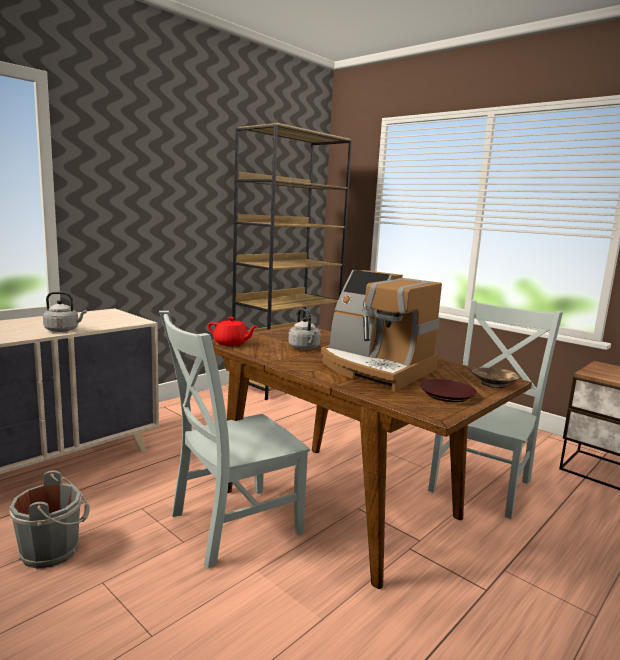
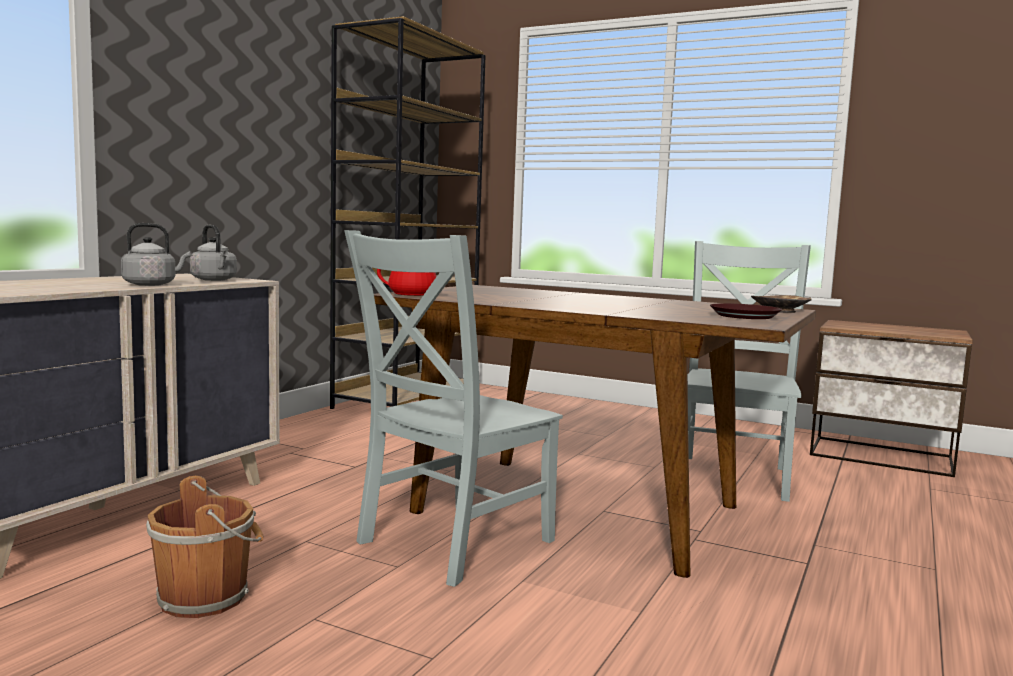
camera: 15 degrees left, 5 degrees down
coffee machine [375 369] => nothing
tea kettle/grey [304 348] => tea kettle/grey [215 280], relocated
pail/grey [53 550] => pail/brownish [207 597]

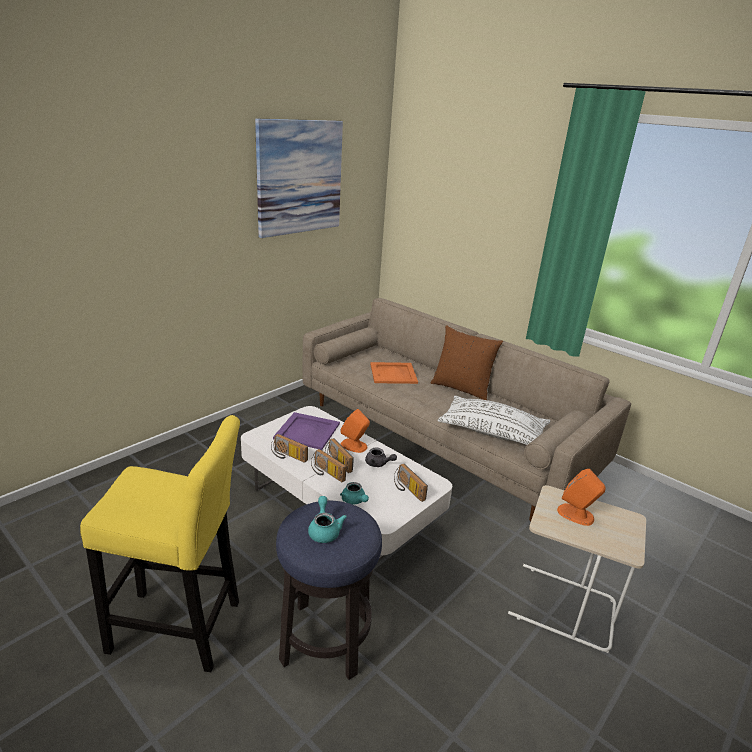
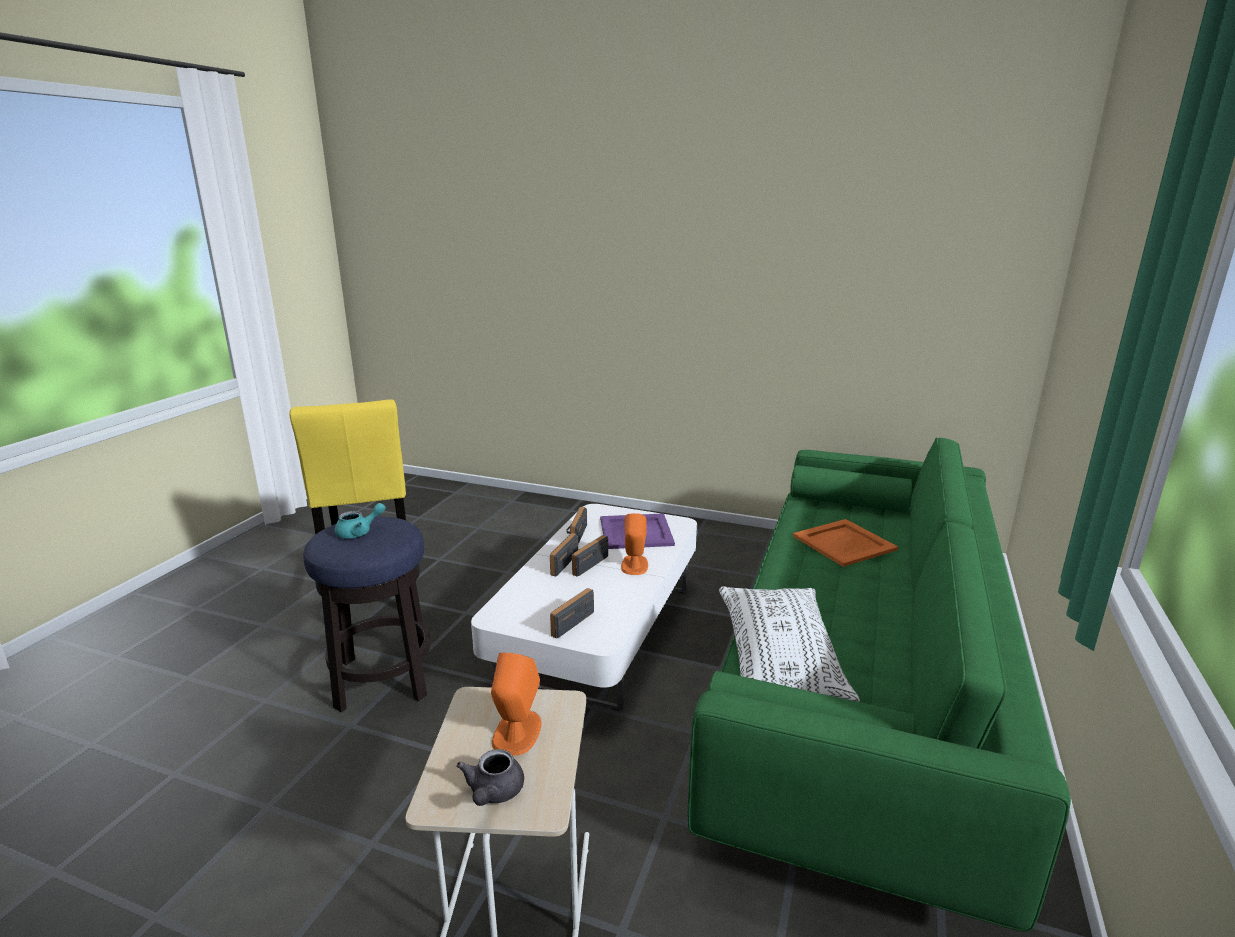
camera: 70 degrees right, 5 degrees down
wall picture [299 177] => nothing
couch/beige [443 435] => couch/green [860 681]
cushion/brownish [461 388] => nothing
tea pot/grey [378 464] => tea pot/grey [493 793], relocated
tea pot/blue-green [354 501] => nothing

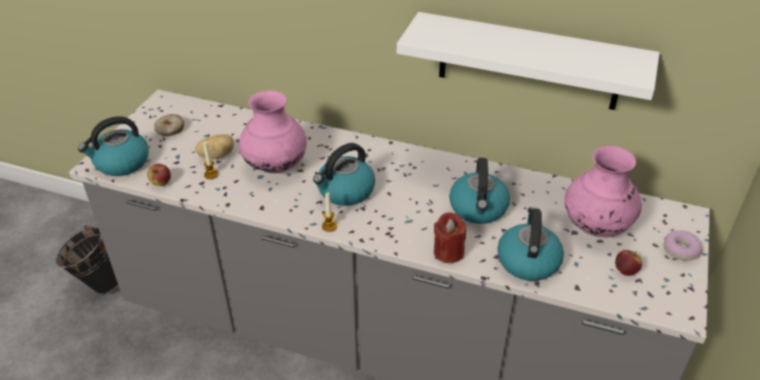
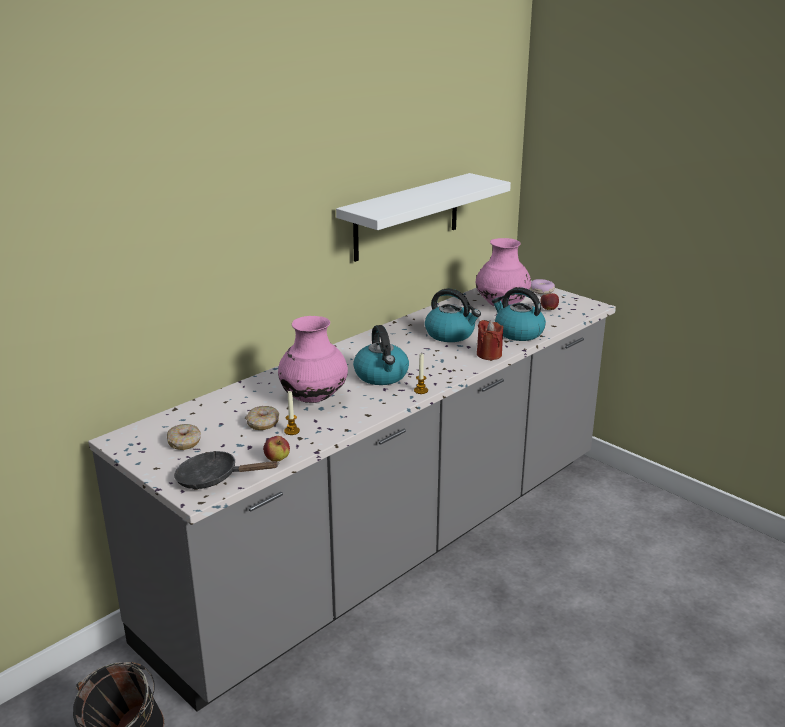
camera: 65 degrees left, 15 degrees down
tea kettle [121 163] => frying pan/black [213 479]
whole potato [217 155] => donut [263 423]

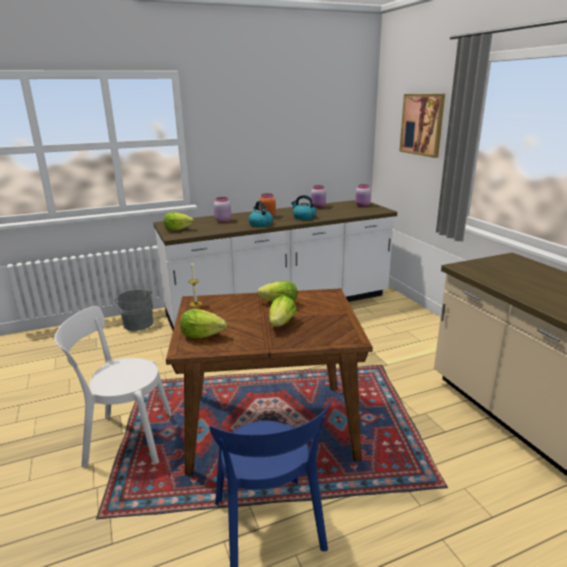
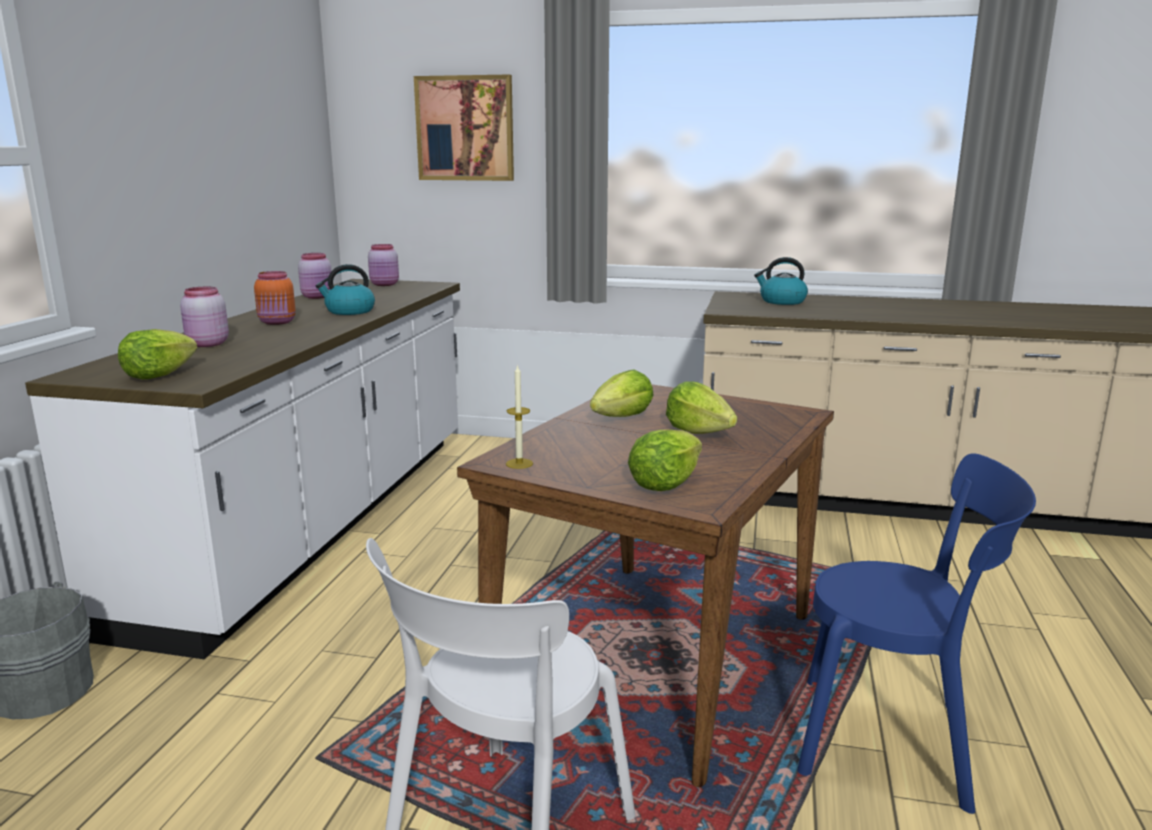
camera: 55 degrees left, 5 degrees down
tea kettle [260 224] => tea kettle [781 301], relocated

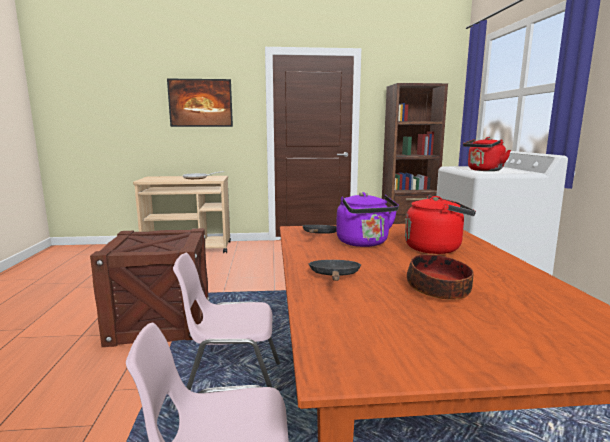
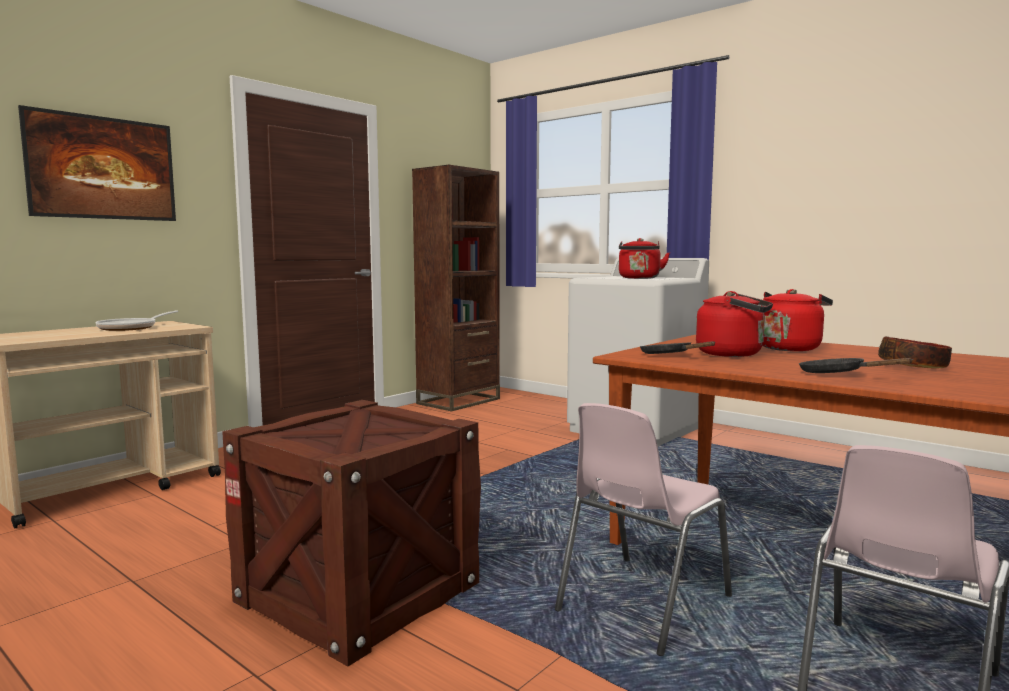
camera: 45 degrees left, 5 degrees down
tea kettle/purplish [364 243] => tea kettle/reddish [733 354]

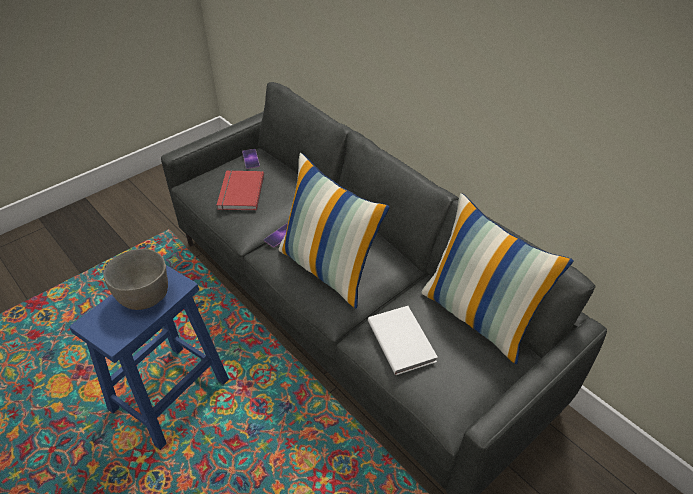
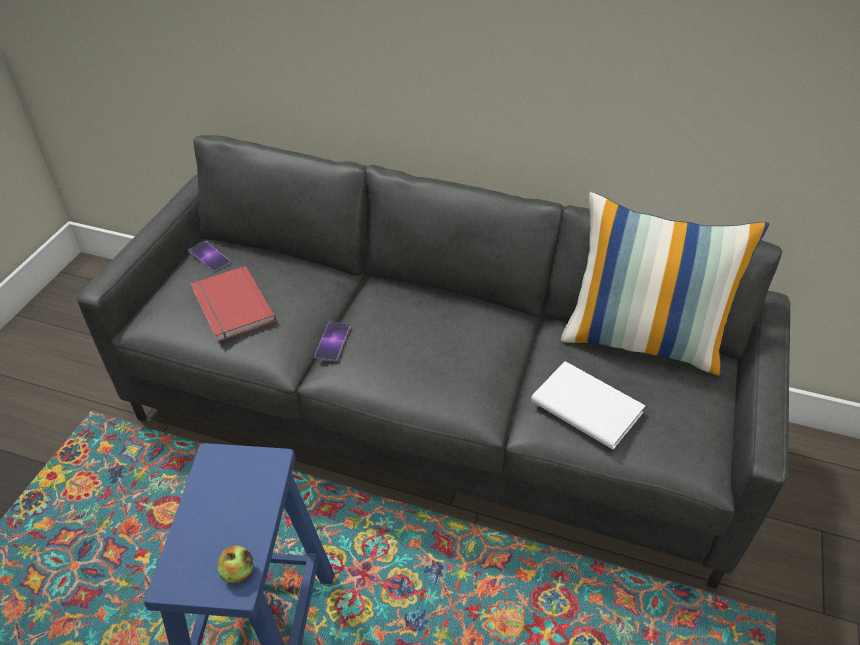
camera: 30 degrees left, 0 degrees up
cushion [329 268] => nothing
serving bowl/grey [144 295] => nothing
nothing => whole apple [238 572]

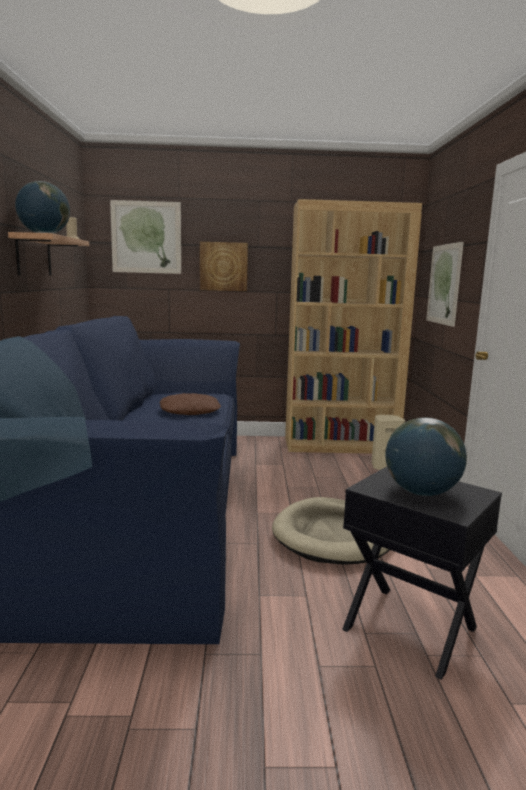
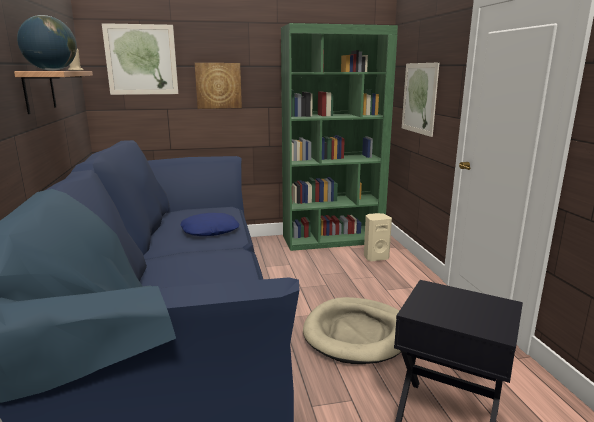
camera: 10 degrees left, 5 degrees up
bookcase/brownish [341 445] => bookcase/green [332 240]
cushion/brownish [190 411] => cushion/blue [210 230]
world globe [422 492] => nothing

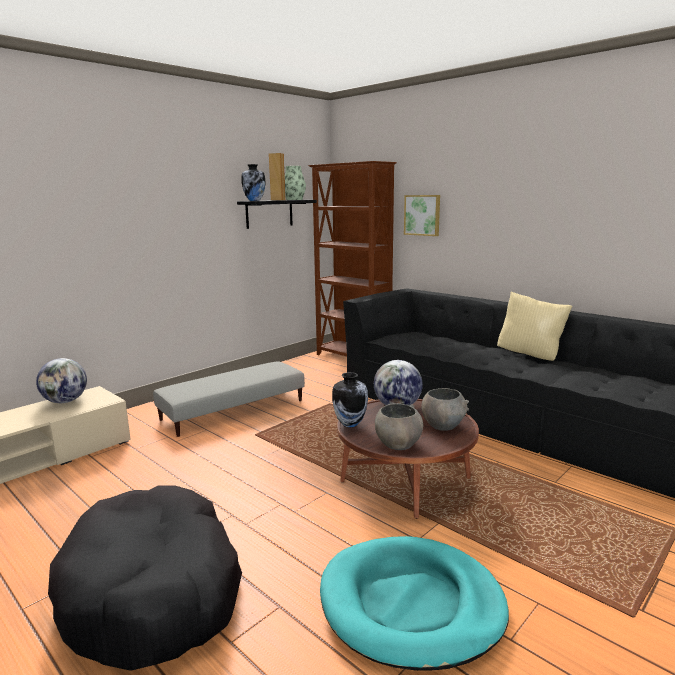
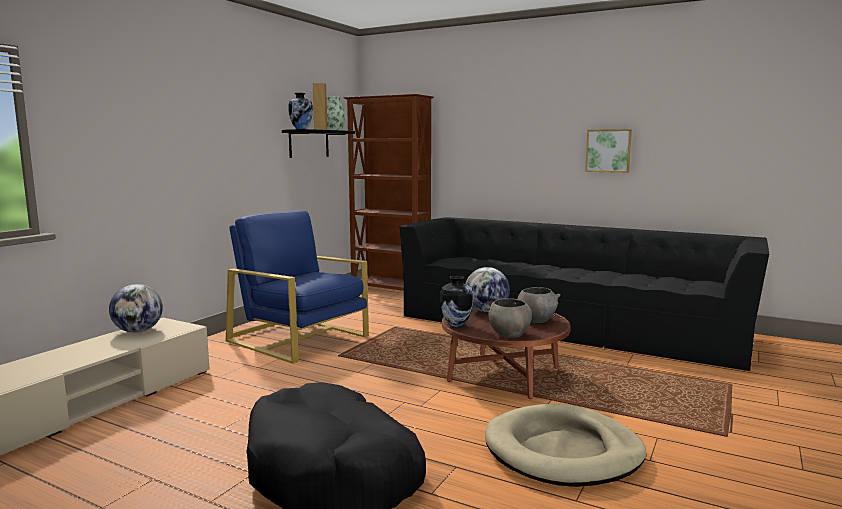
camera: 15 degrees left, 5 degrees down
wall picture [422 215] => wall picture [608 150], relocated
cushion/beige [530 355] => nothing
footrest/grey [233 409] => lounge chair/blue [299 338]
dog bed/blue-green [411 605] => dog bed/beige [563 451]

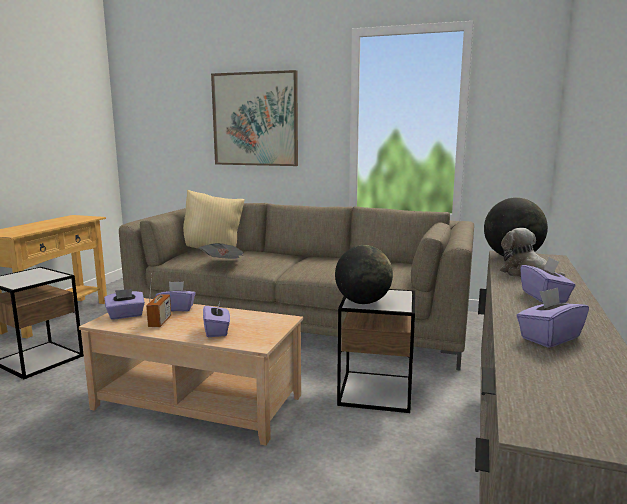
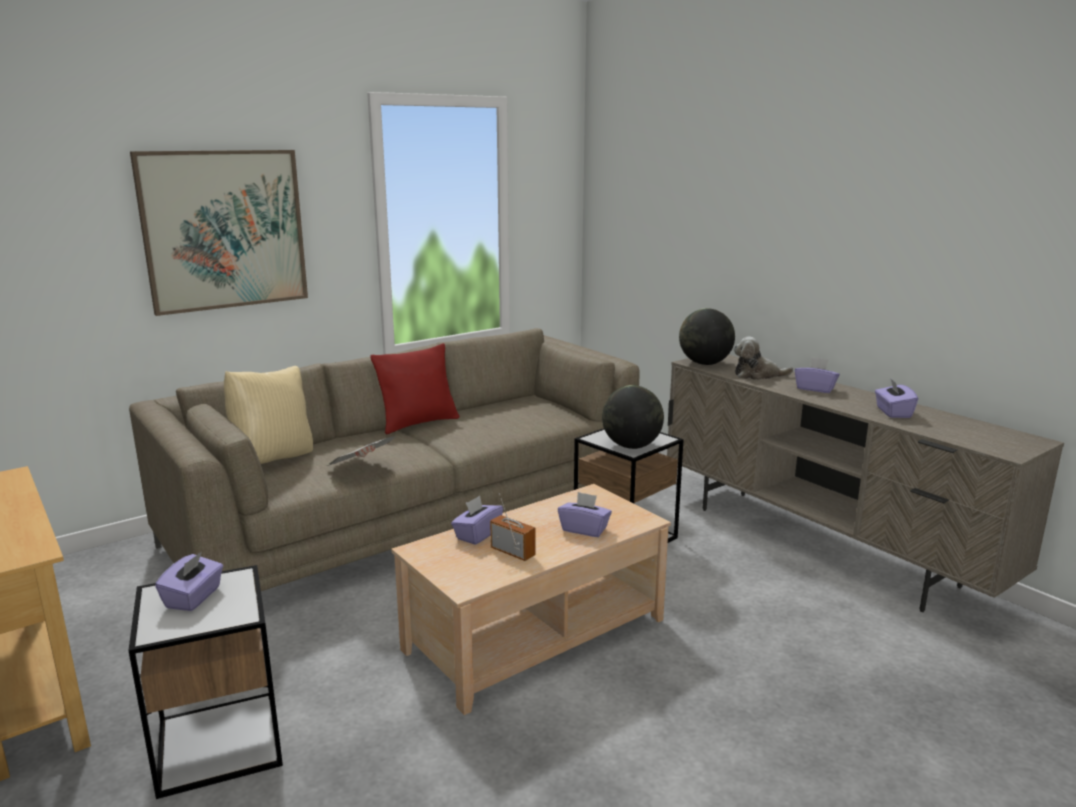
camera: 55 degrees left, 5 degrees up
tissue holder/purplish [126 315] => tissue holder/purplish [194 598], relocated
nothing => cushion/reddish [418 423]

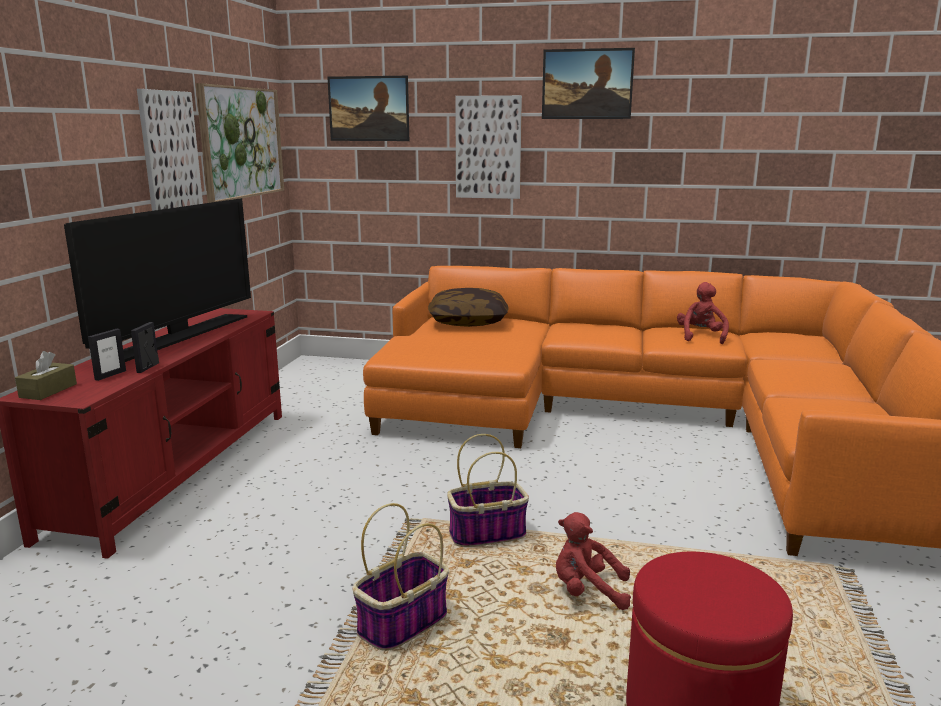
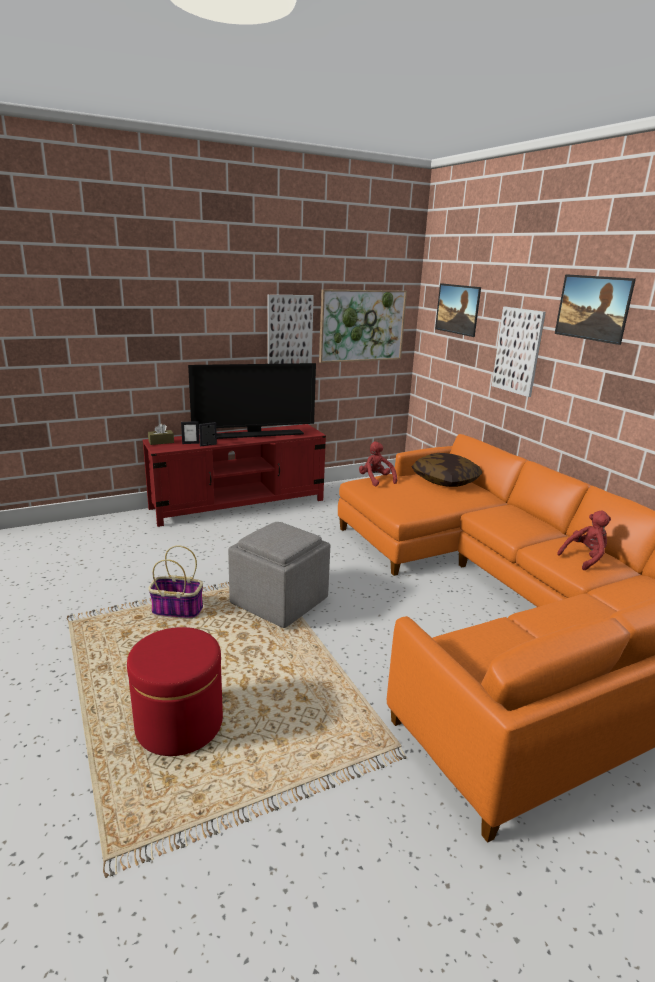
camera: 50 degrees right, 5 degrees up
basket [488 534] => footrest/grey [280 602]
soft toy/reddish [587 592] => soft toy/reddish [376 480], relocated

